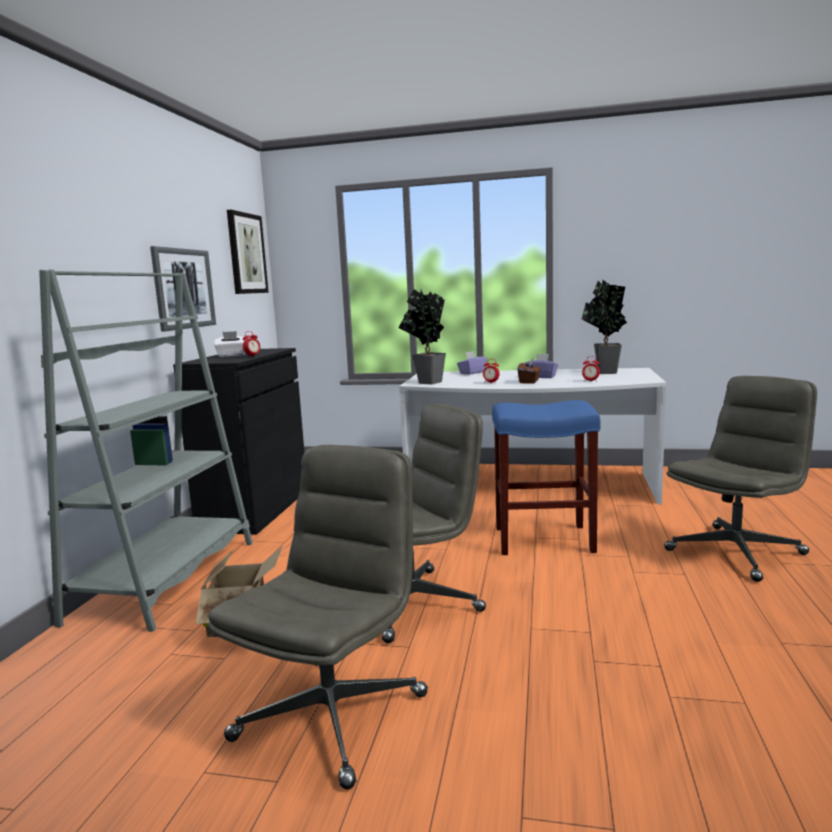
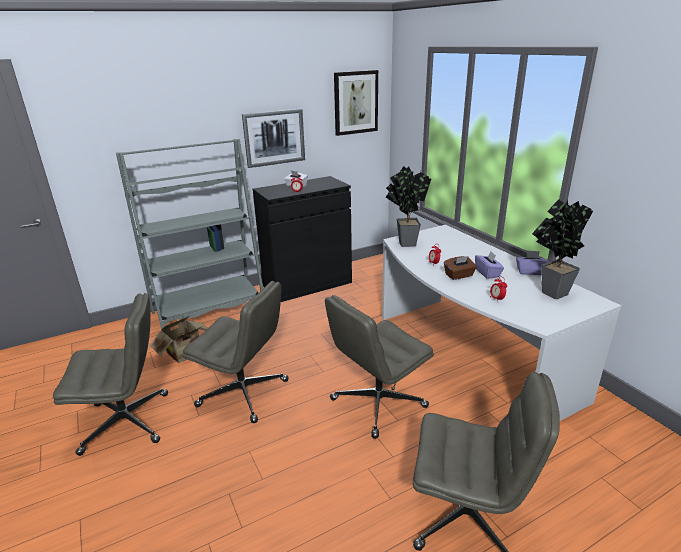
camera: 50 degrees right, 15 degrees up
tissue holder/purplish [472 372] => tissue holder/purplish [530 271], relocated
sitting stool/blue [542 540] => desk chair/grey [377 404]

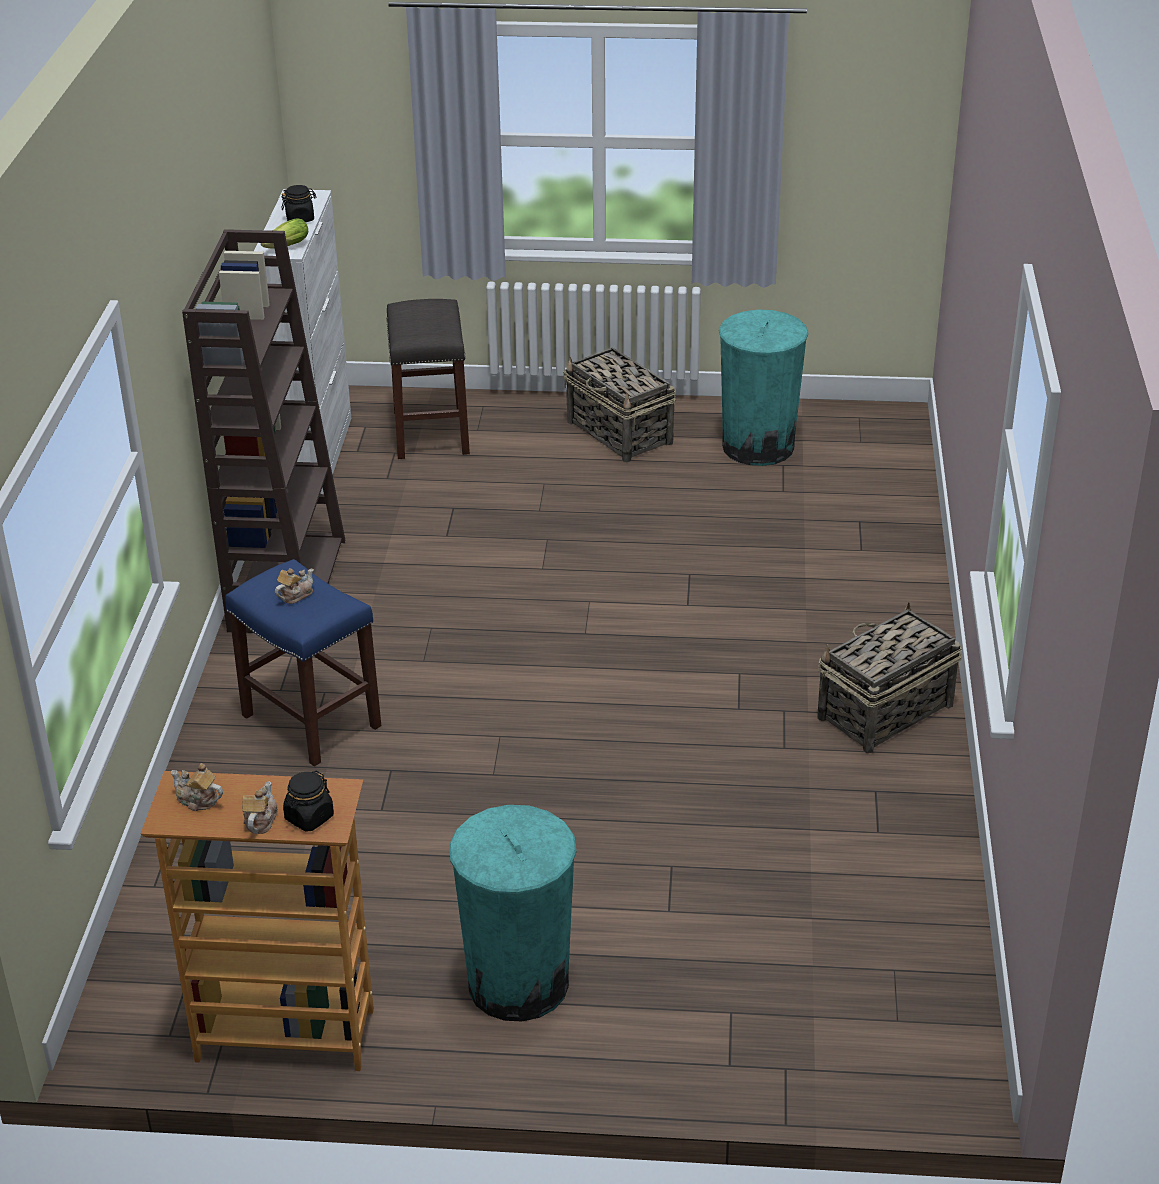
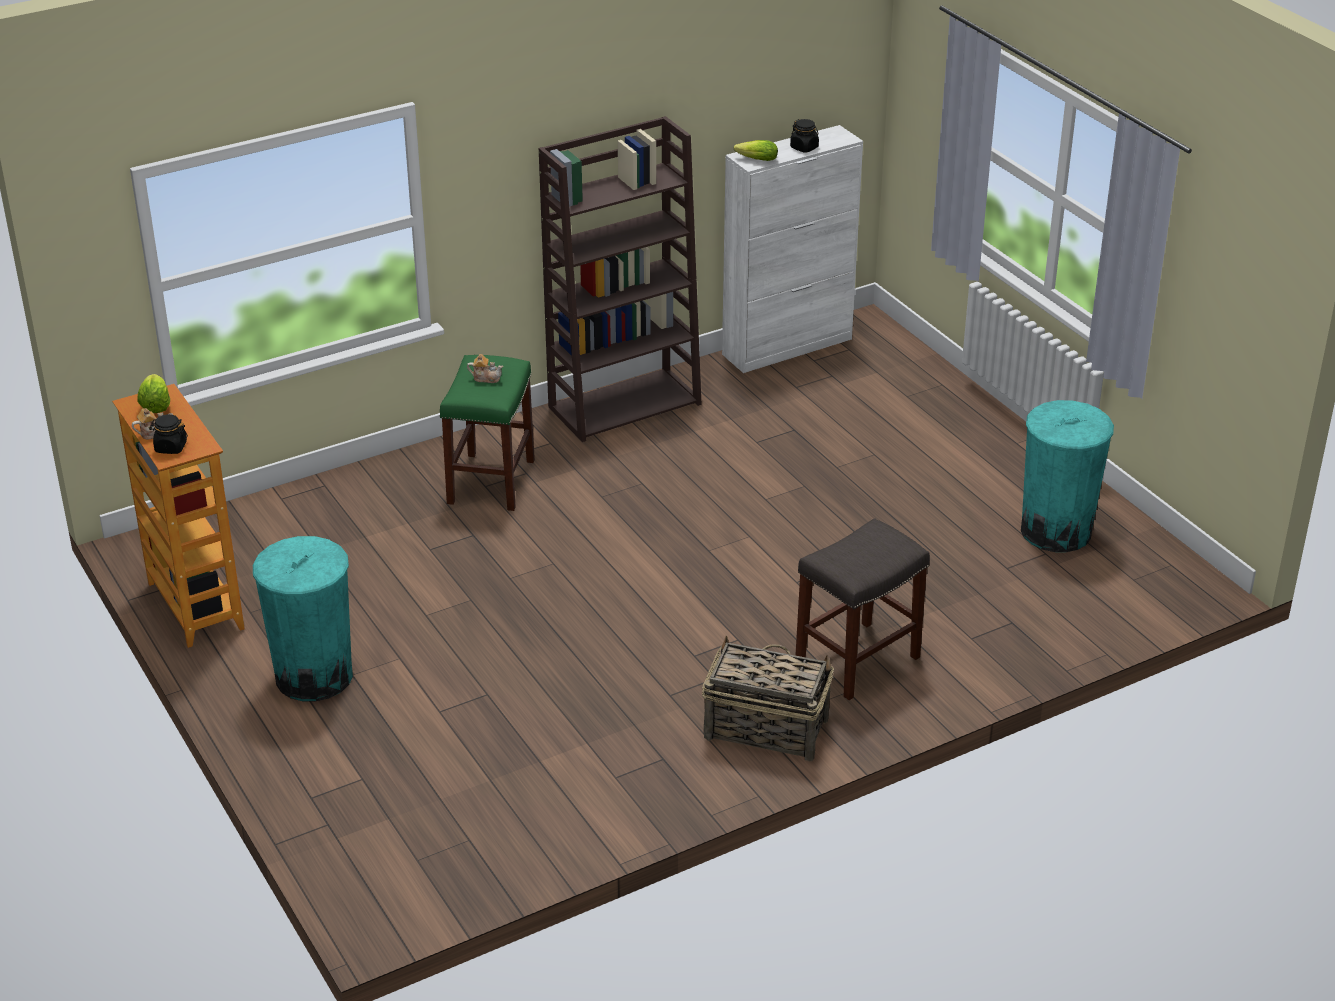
camera: 55 degrees right, 0 degrees up
sitting stool/grey [430 432] => sitting stool/grey [858 659], relocated
basket [620 433] => nothing
sitting stool/blue [309 720] => sitting stool/green [491 481]
tea pot [198 800] => lettuce [156 405]

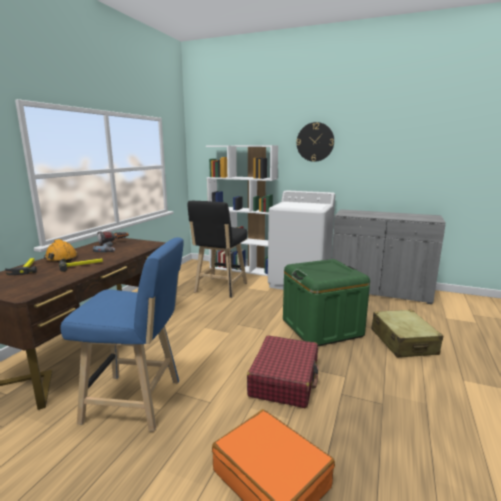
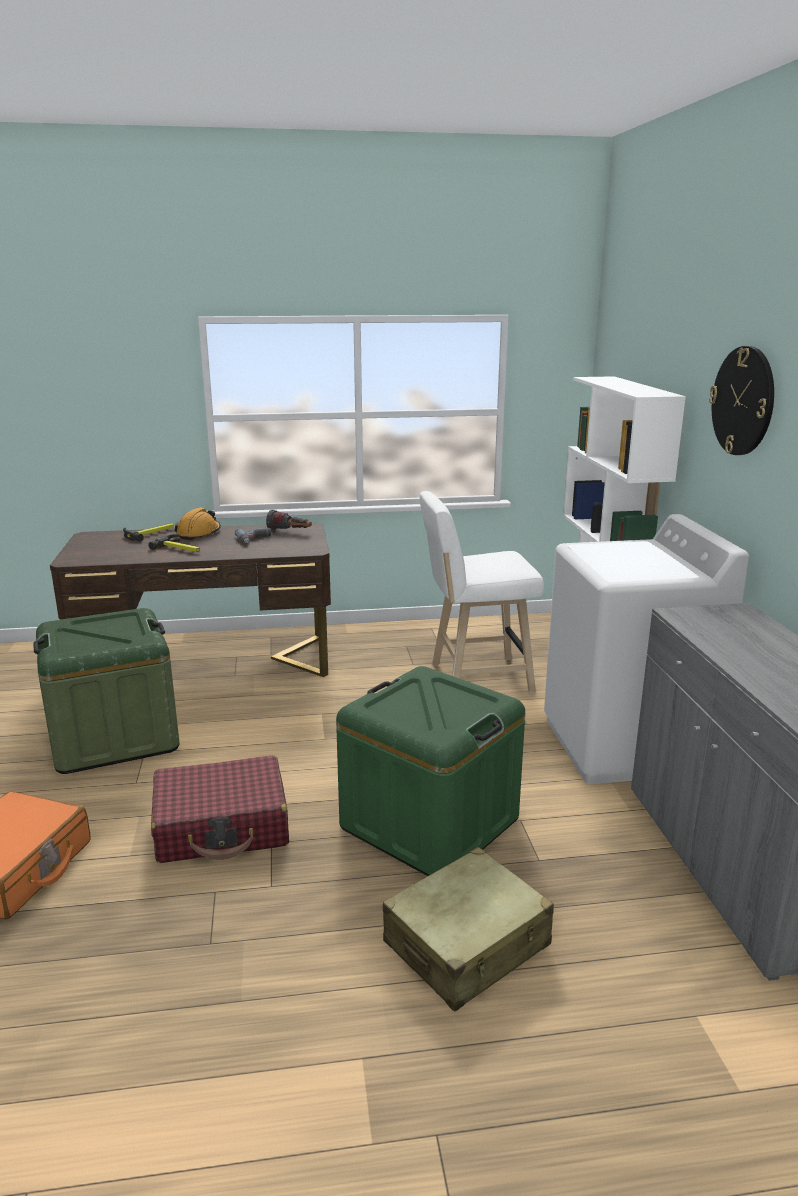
camera: 60 degrees right, 5 degrees up
sitting stool/black [219 289] => sitting stool/white [475 678]
sitting stool/blue [138 402] => storage bin/green [114 736]

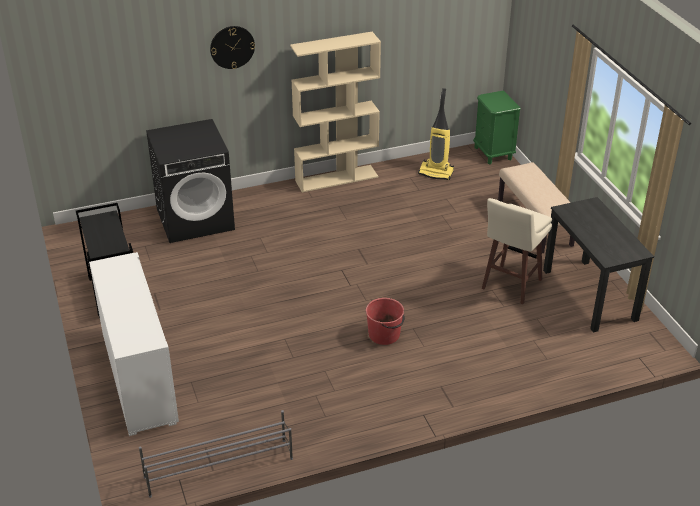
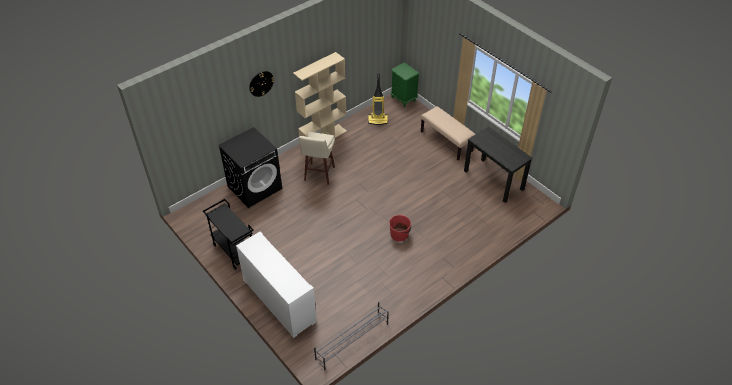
camera: 20 degrees left, 10 degrees up
sitting stool/beige [510 285] => sitting stool/beige [319 174], relocated

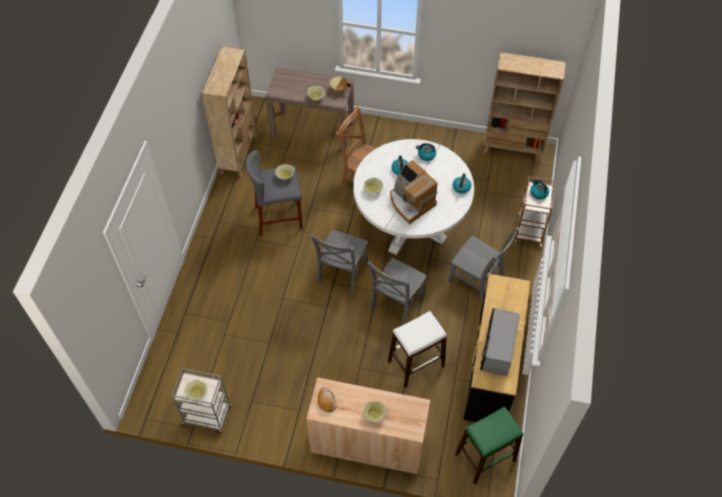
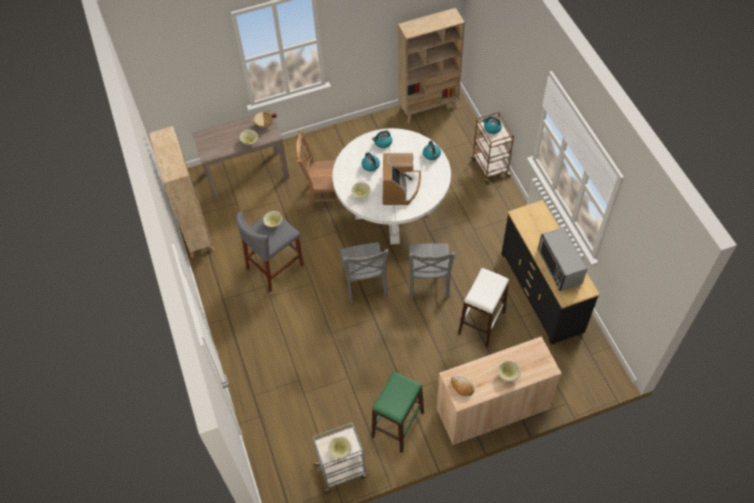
camera: 30 degrees left, 0 degrees up
coffee machine [410 202] => coffee machine [400 188], 105 degrees counterclockwise
upright chair/grey [477 280] => nothing
sitting stool/green [485 458] => sitting stool/green [398 425], relocated

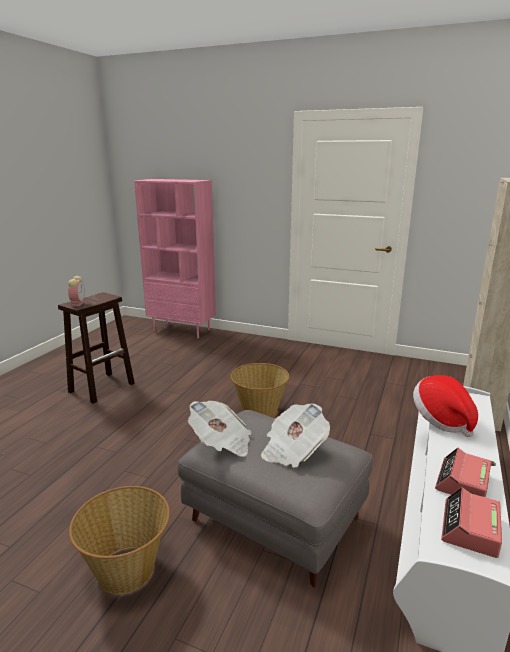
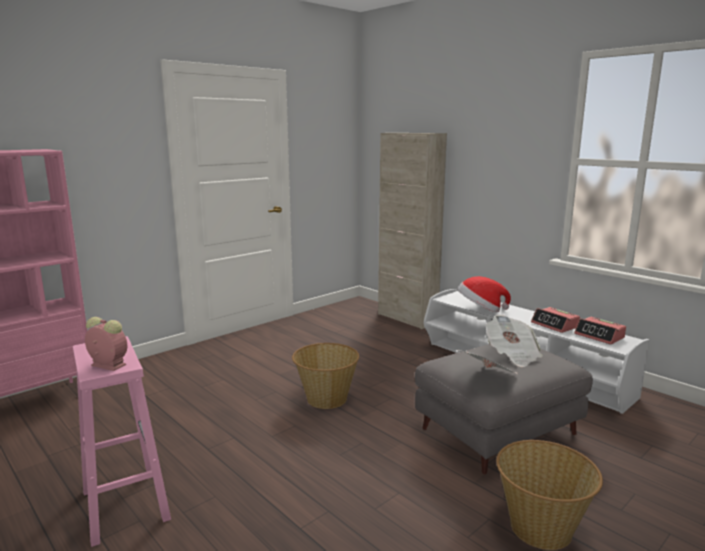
camera: 65 degrees left, 5 degrees down
sitting stool/brownish [102 387] => sitting stool/pink [124 504]

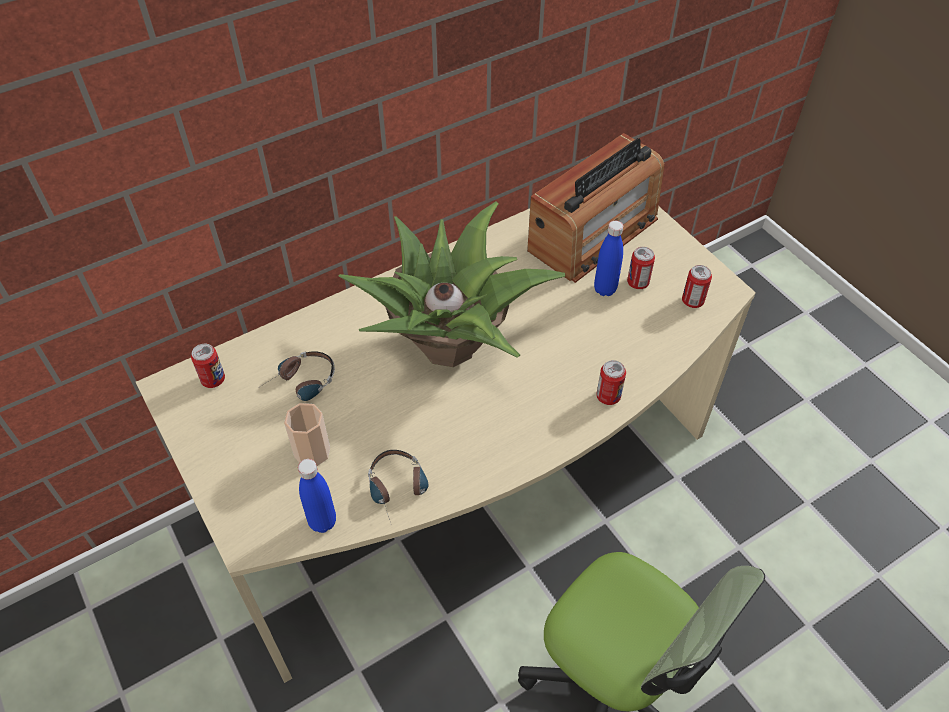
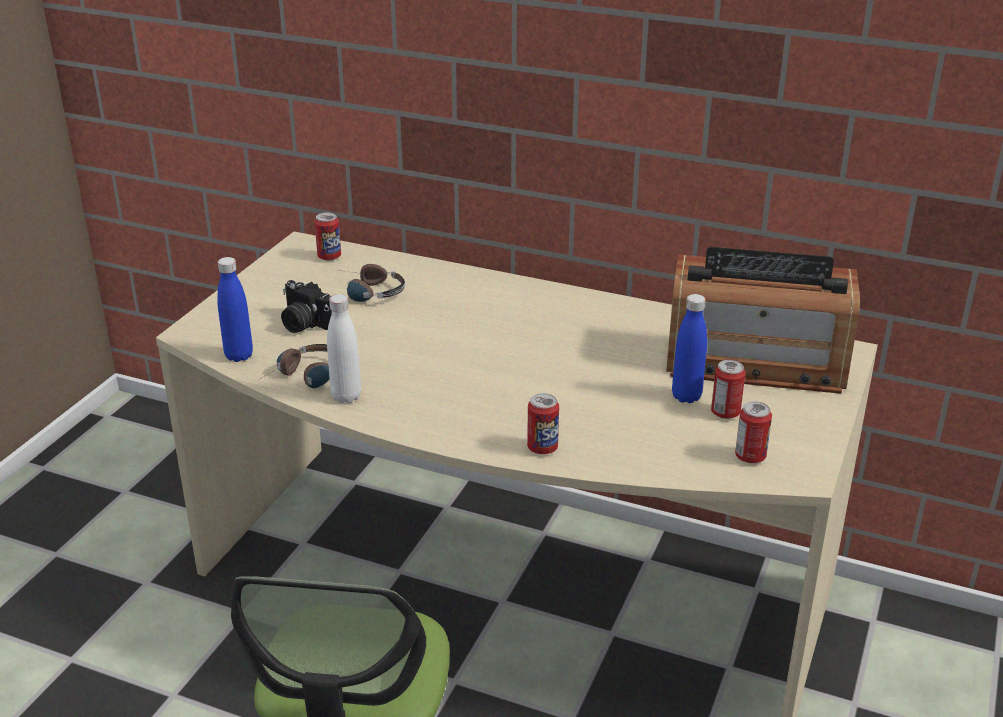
camera: 55 degrees right, 20 degrees down
houseplant [451 345] => nothing
small cup [312 452] => photo camera [304 324]
nothing => bottle/white [346 397]

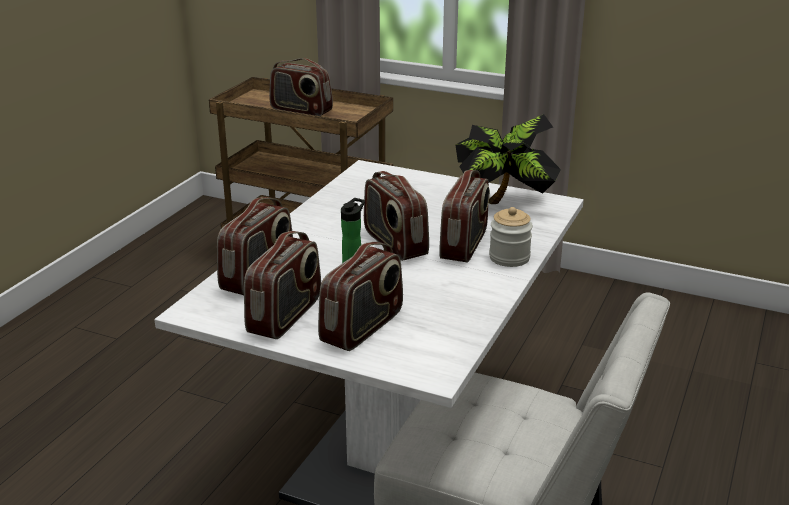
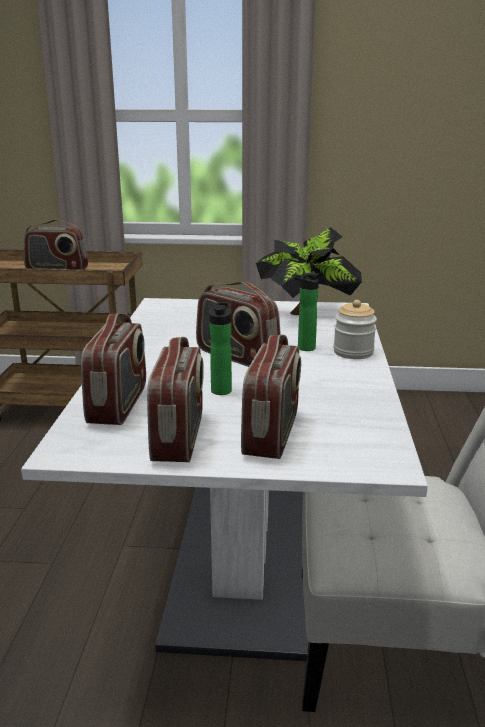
camera: 20 degrees left, 5 degrees down
radio [464 245] => bottle [303 348]

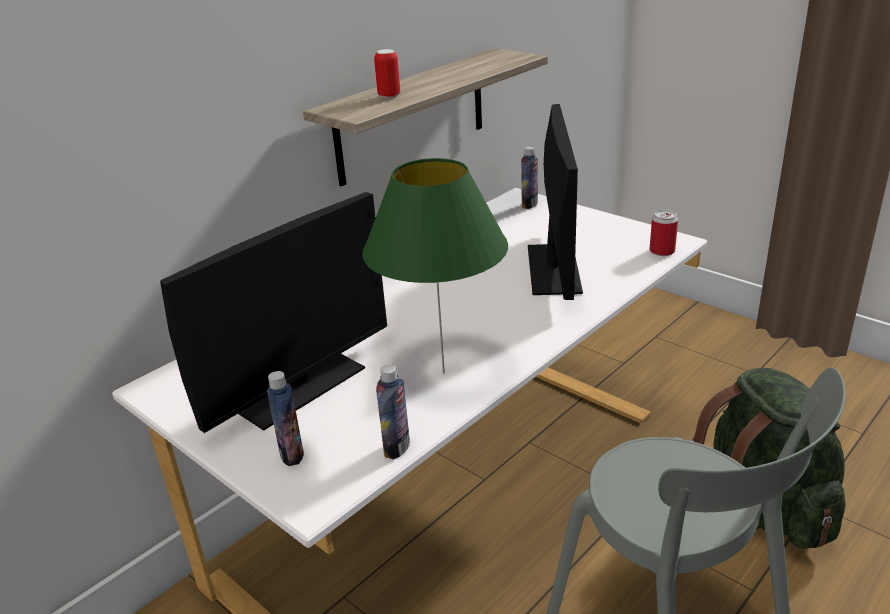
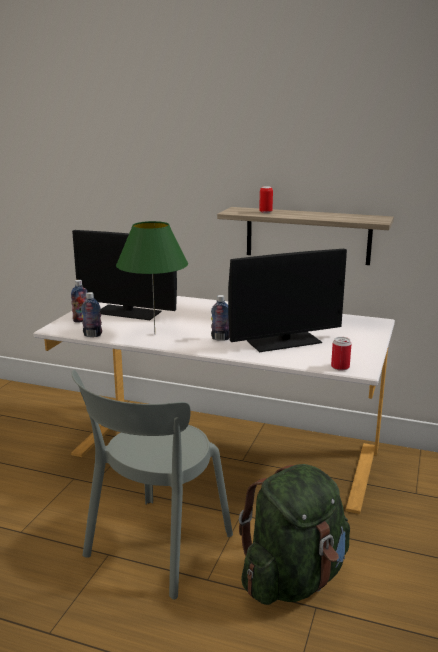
camera: 65 degrees right, 10 degrees down
bottle [529 204] => bottle [220 338], relocated

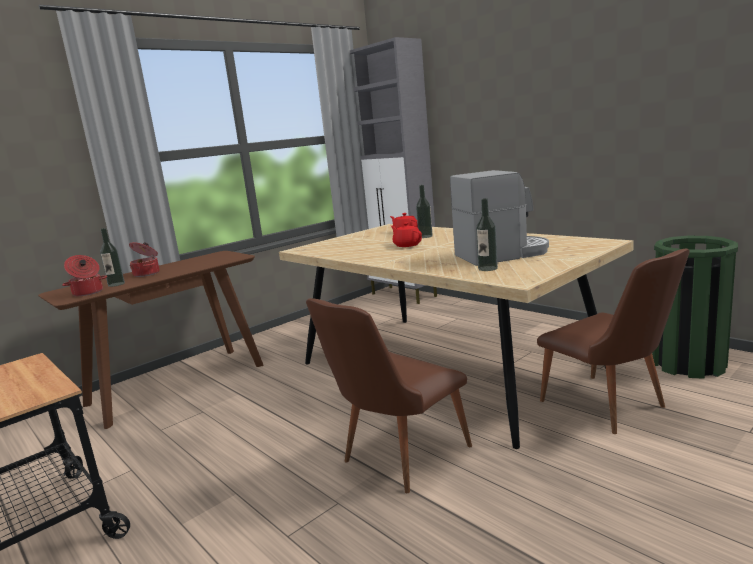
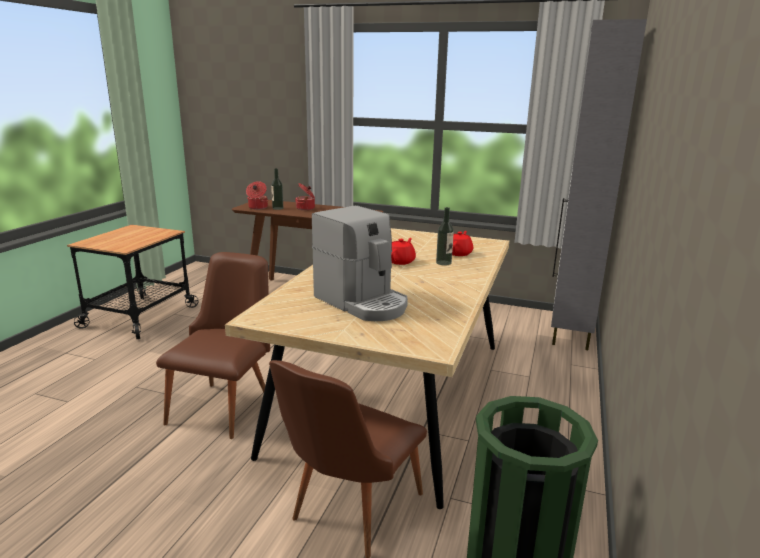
camera: 60 degrees right, 5 degrees up
bottle [487 268] => nothing
upright chair/brownish [396 458] => upright chair/brownish [226 404], 90 degrees clockwise

